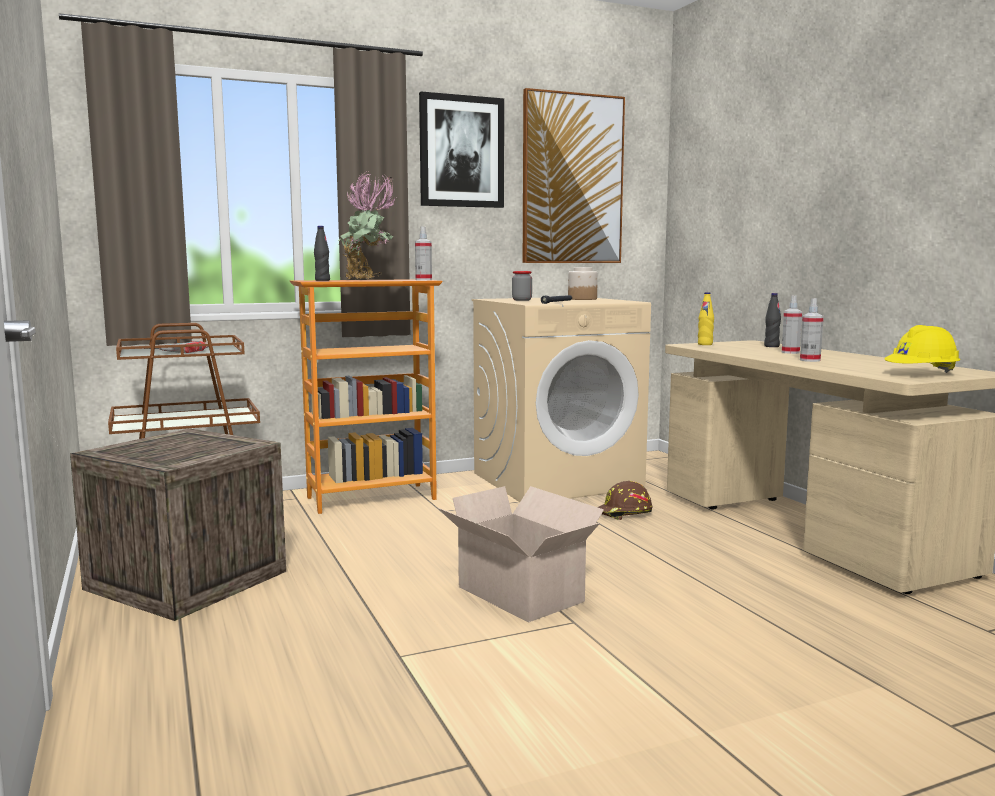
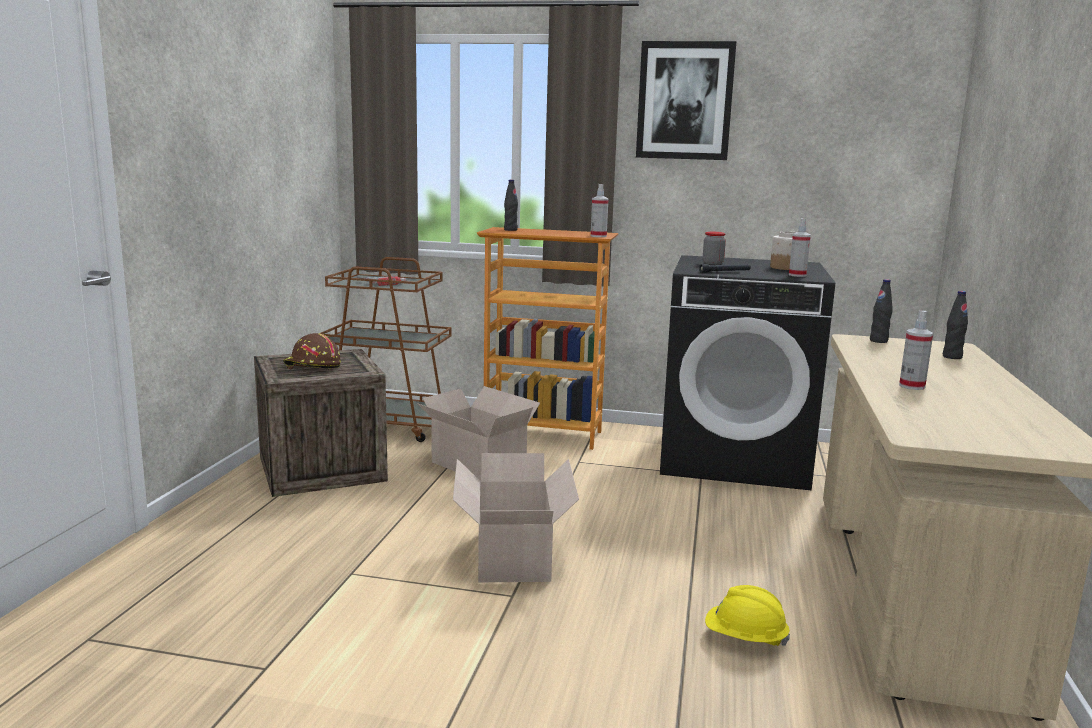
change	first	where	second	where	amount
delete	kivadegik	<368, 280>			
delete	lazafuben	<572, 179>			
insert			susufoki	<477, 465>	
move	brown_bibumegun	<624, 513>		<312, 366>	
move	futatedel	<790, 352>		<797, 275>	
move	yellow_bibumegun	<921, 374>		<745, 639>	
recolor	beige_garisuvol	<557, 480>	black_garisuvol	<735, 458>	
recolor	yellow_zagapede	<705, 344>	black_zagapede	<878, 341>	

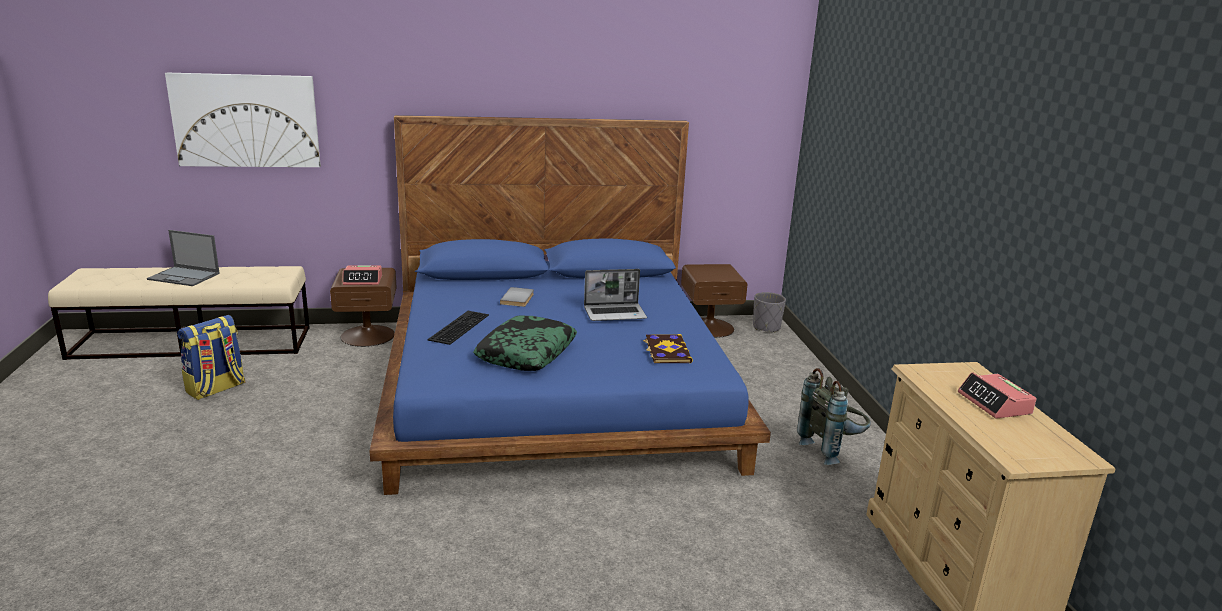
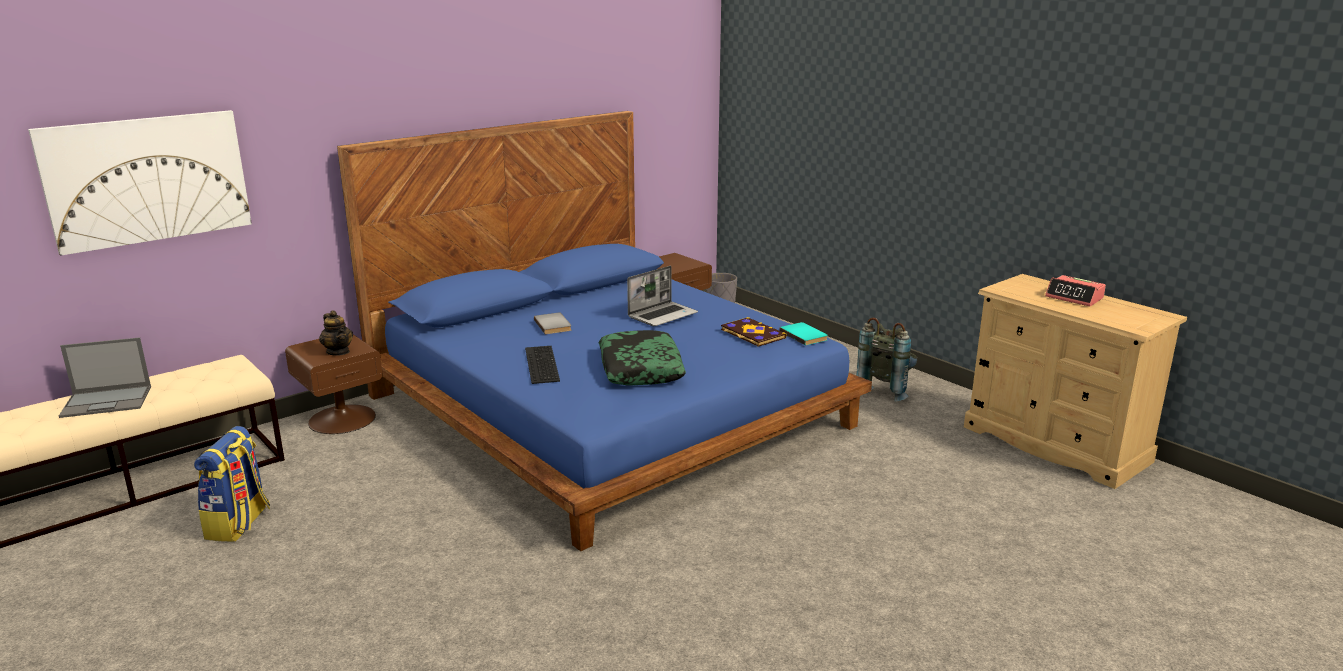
change	first	where	second	where	amount
insert			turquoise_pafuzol	<804, 335>	
replace	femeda	<363, 280>	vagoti	<338, 352>	

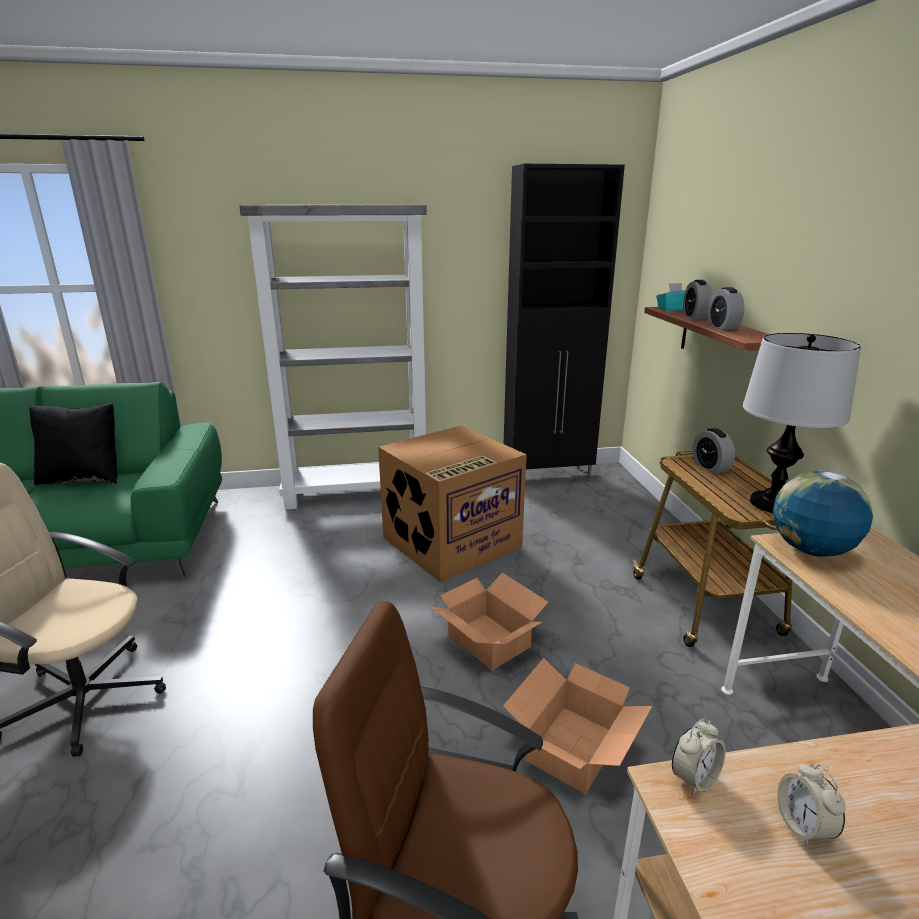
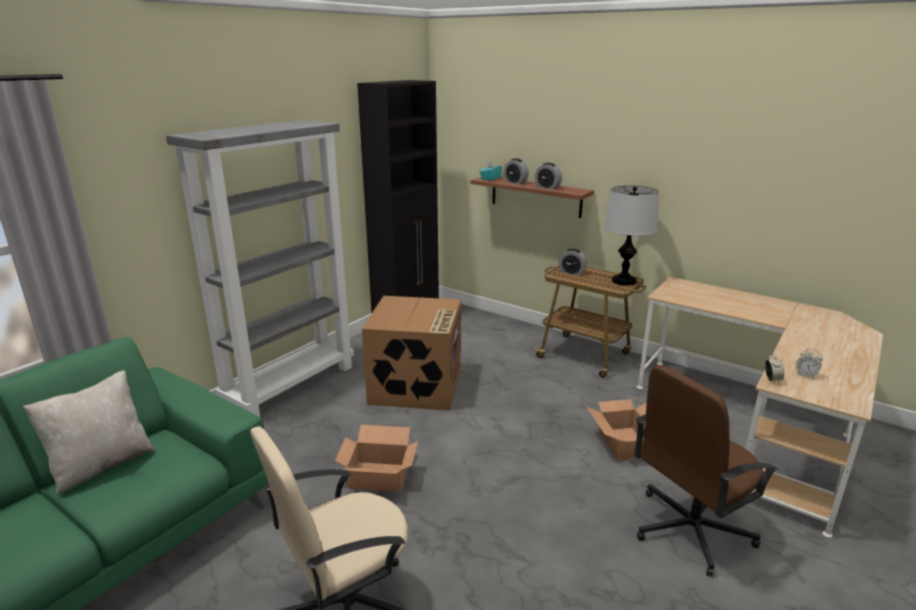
change	first	where	second	where	amount
delete	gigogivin	<811, 550>			
move	susufoki	<488, 641>		<379, 477>	
recolor	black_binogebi	<83, 478>	beige_binogebi	<102, 465>	

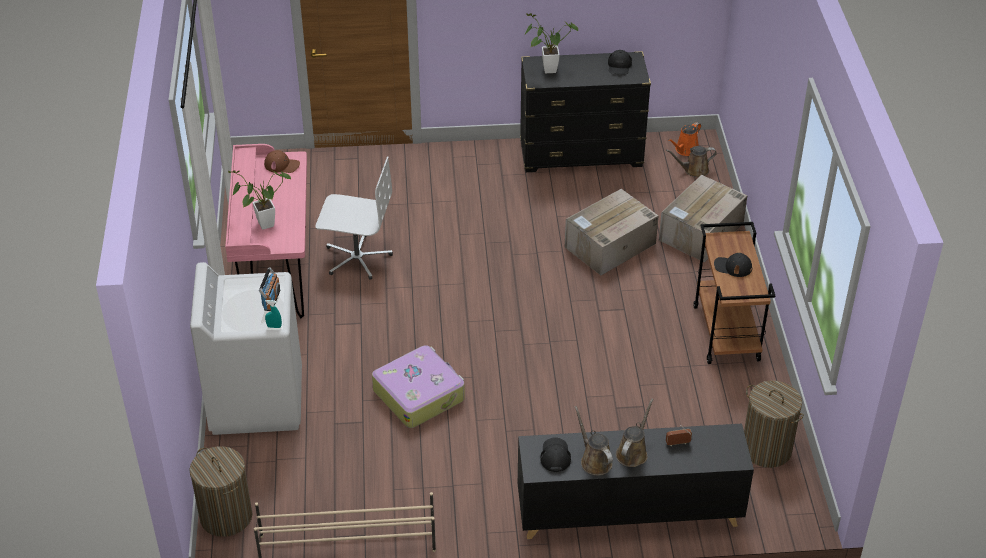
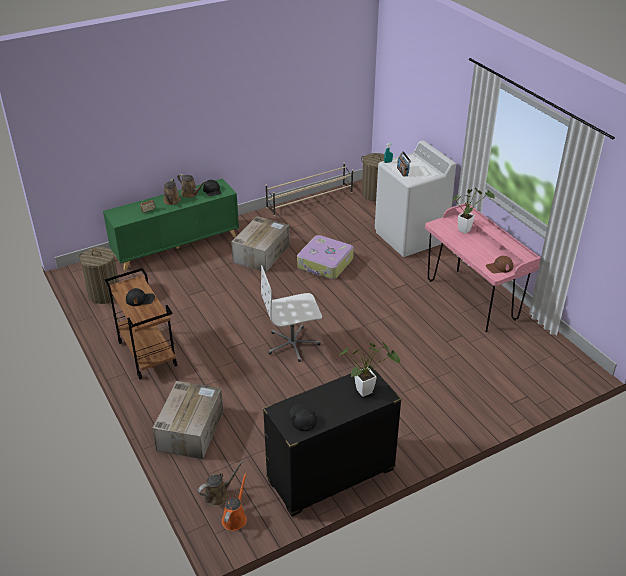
change	first	where	second	where	amount
move	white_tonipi	<357, 258>		<293, 344>	
move	susufoki	<609, 246>		<261, 253>	
recolor	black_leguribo	<628, 512>	green_leguribo	<176, 245>	

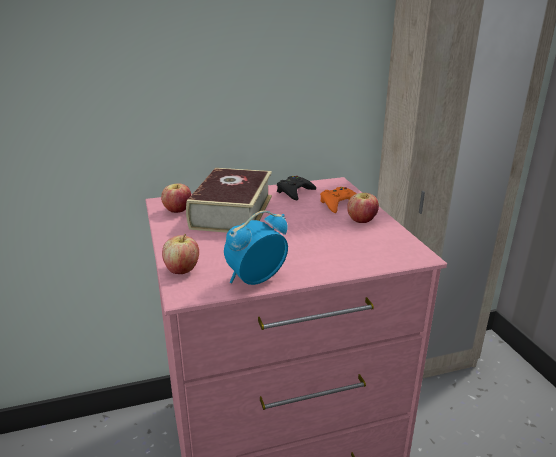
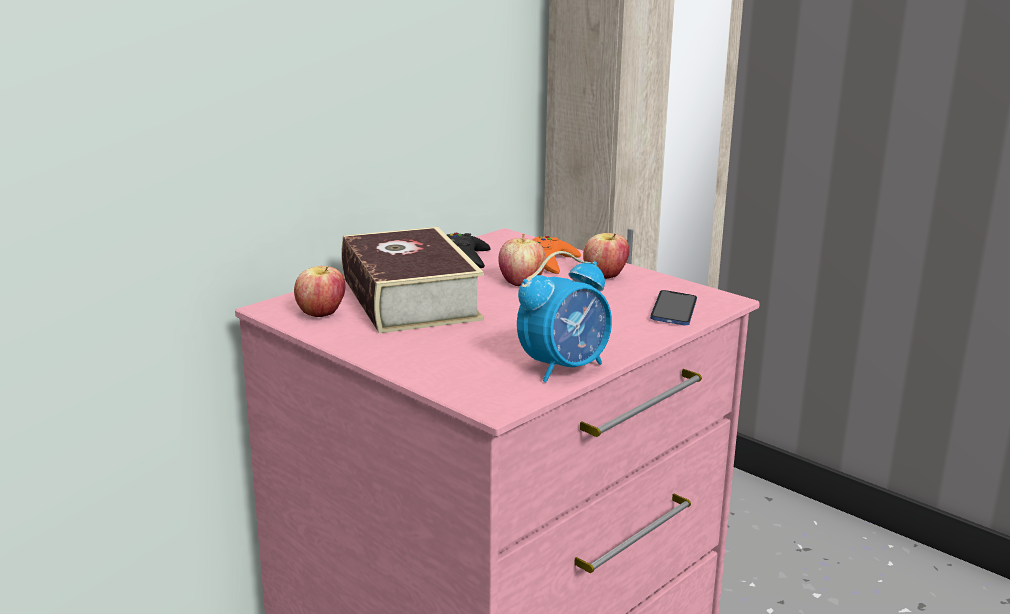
change	first	where	second	where	amount
insert			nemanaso	<674, 310>	
move	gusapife	<182, 270>		<521, 283>	
rotate	femeda	<255, 279>		<565, 368>	150 degrees counterclockwise

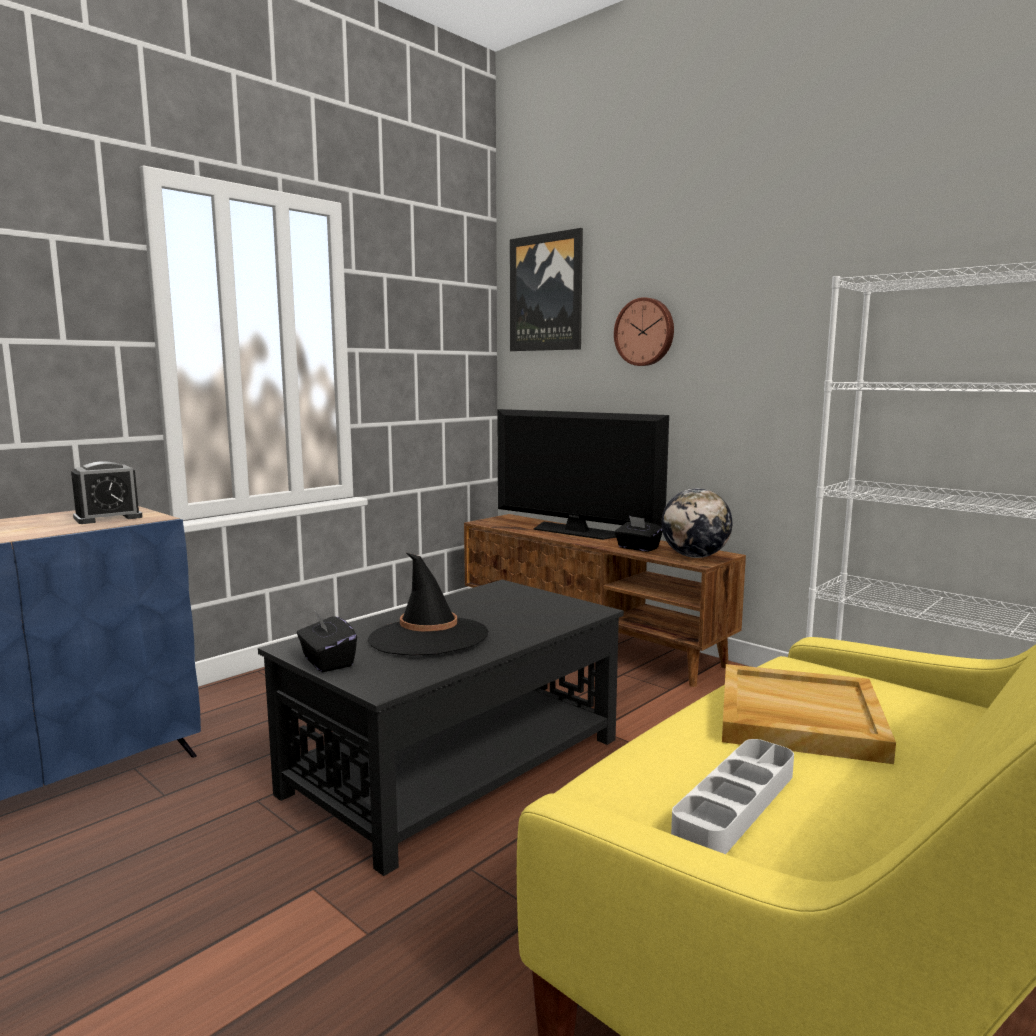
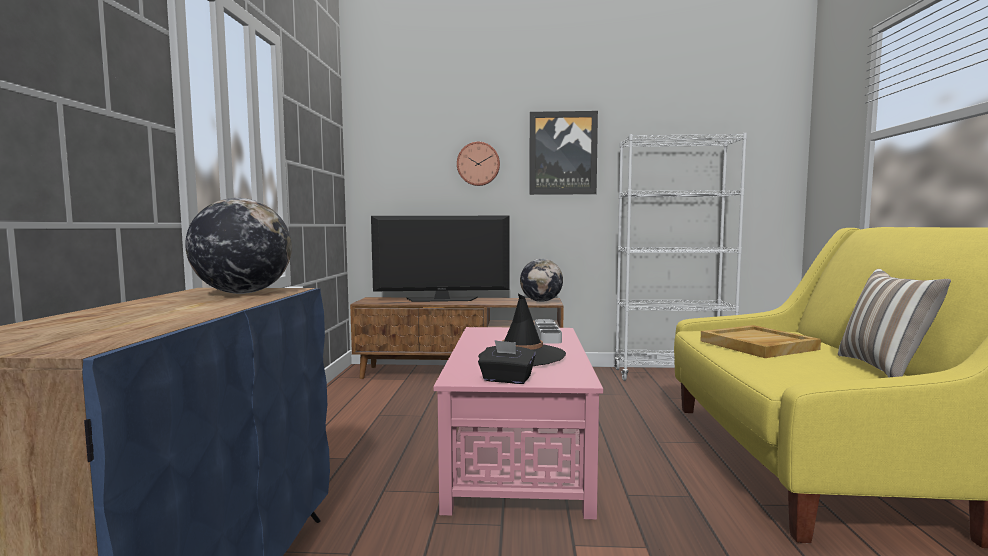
change	first	where	second	where	amount
delete	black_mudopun	<637, 548>			
insert			binogebi	<885, 369>	
move	lazafuben	<546, 293>		<563, 153>	
move	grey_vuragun	<735, 803>		<547, 335>	
replace	femeda	<108, 518>	gigogivin	<242, 293>	
recolor	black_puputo	<454, 766>	pink_puputo	<517, 455>	

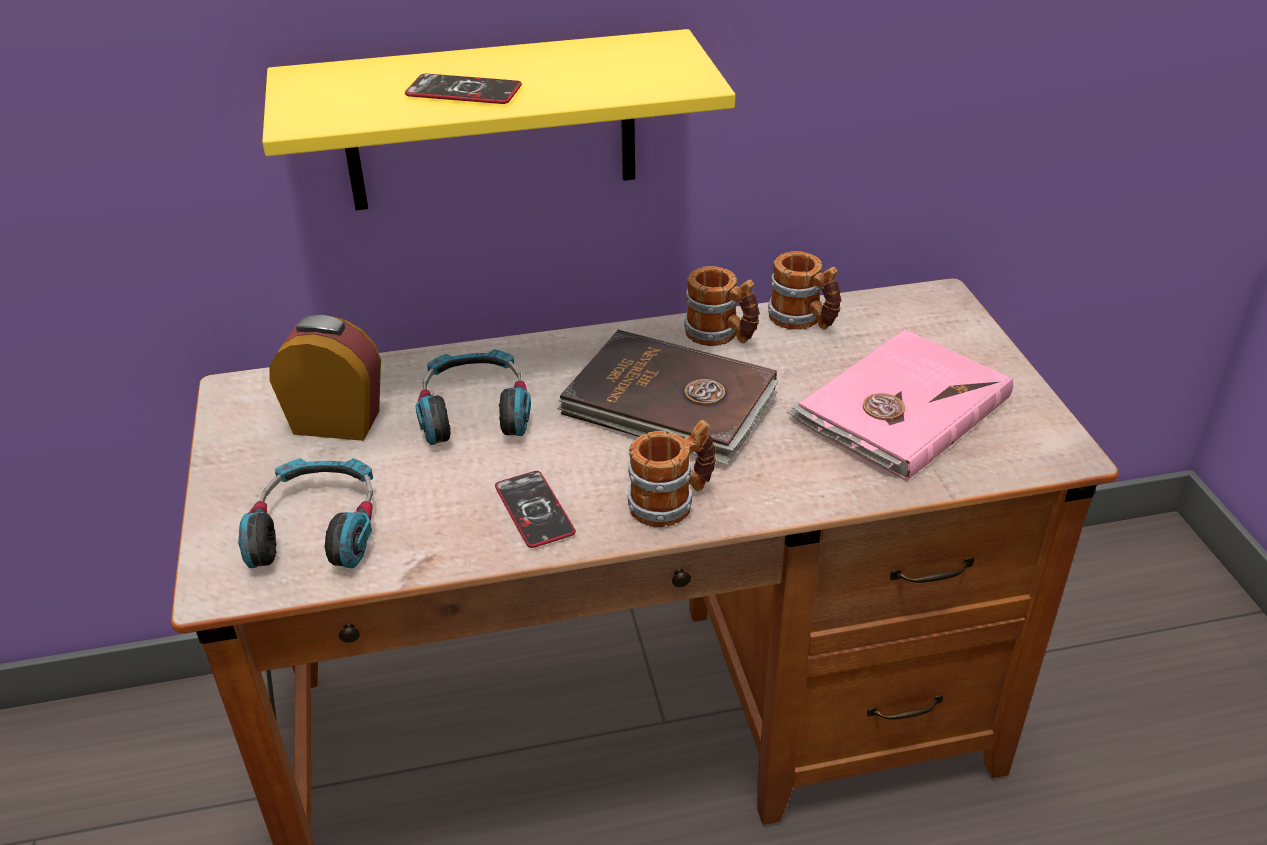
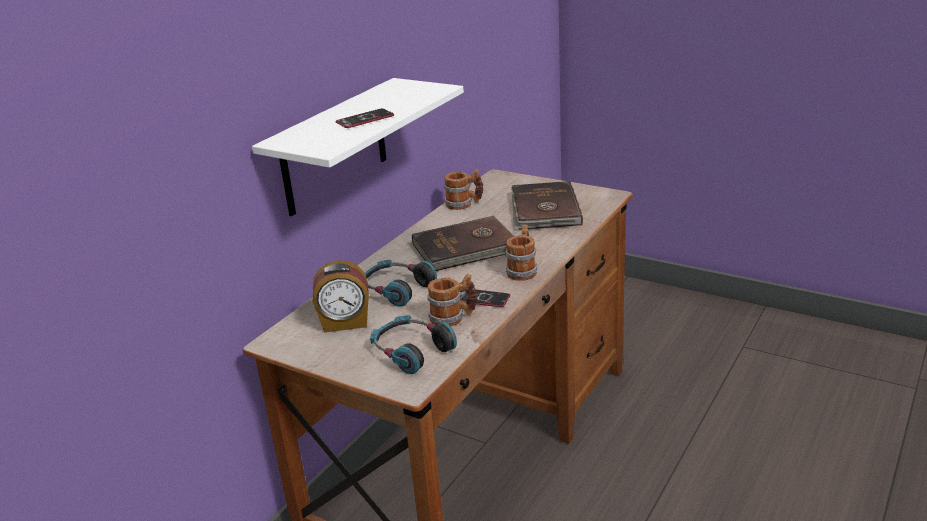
change	first	where	second	where	amount
move	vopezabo	<721, 336>		<453, 317>	
recolor	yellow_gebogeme	<491, 122>	white_gebogeme	<334, 148>	
recolor	pink_pafuzol	<899, 409>	brown_pafuzol	<544, 210>	
rotate	femeda	<337, 421>		<345, 323>	150 degrees counterclockwise

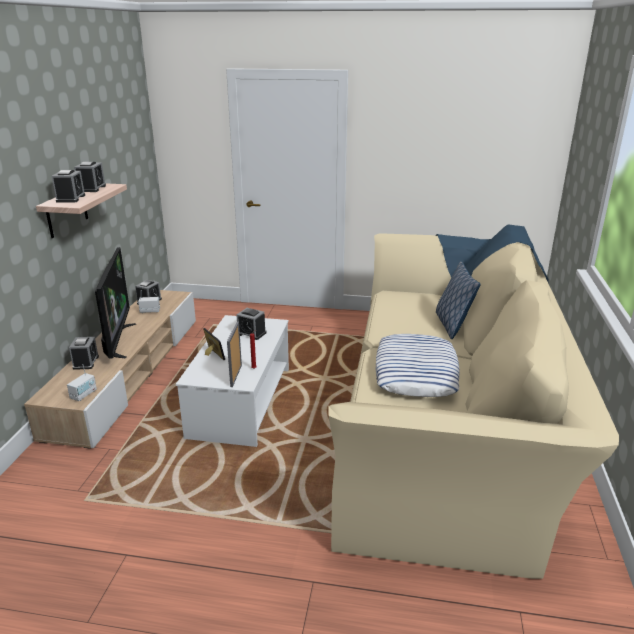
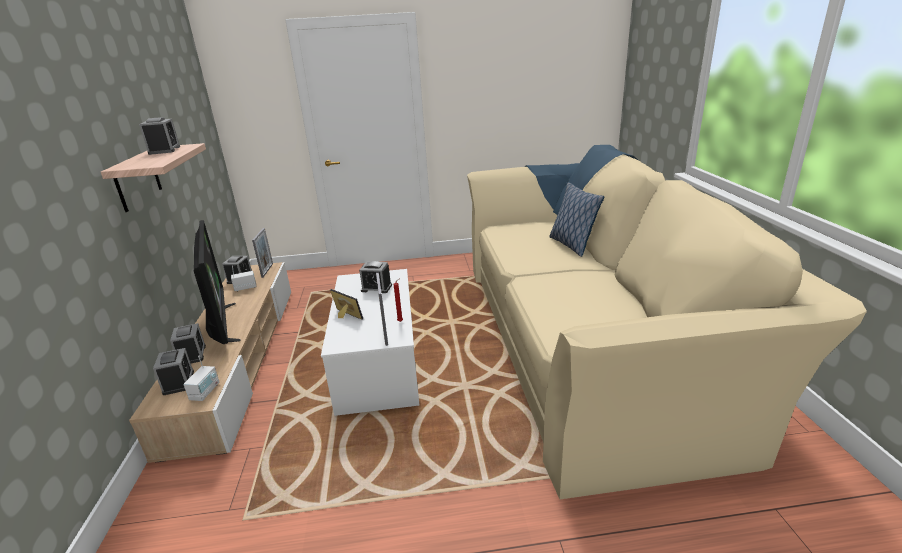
change	first	where	second	where	amount
delete	binogebi	<416, 372>			
insert			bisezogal	<267, 270>	
move	femeda	<71, 198>		<178, 382>	

